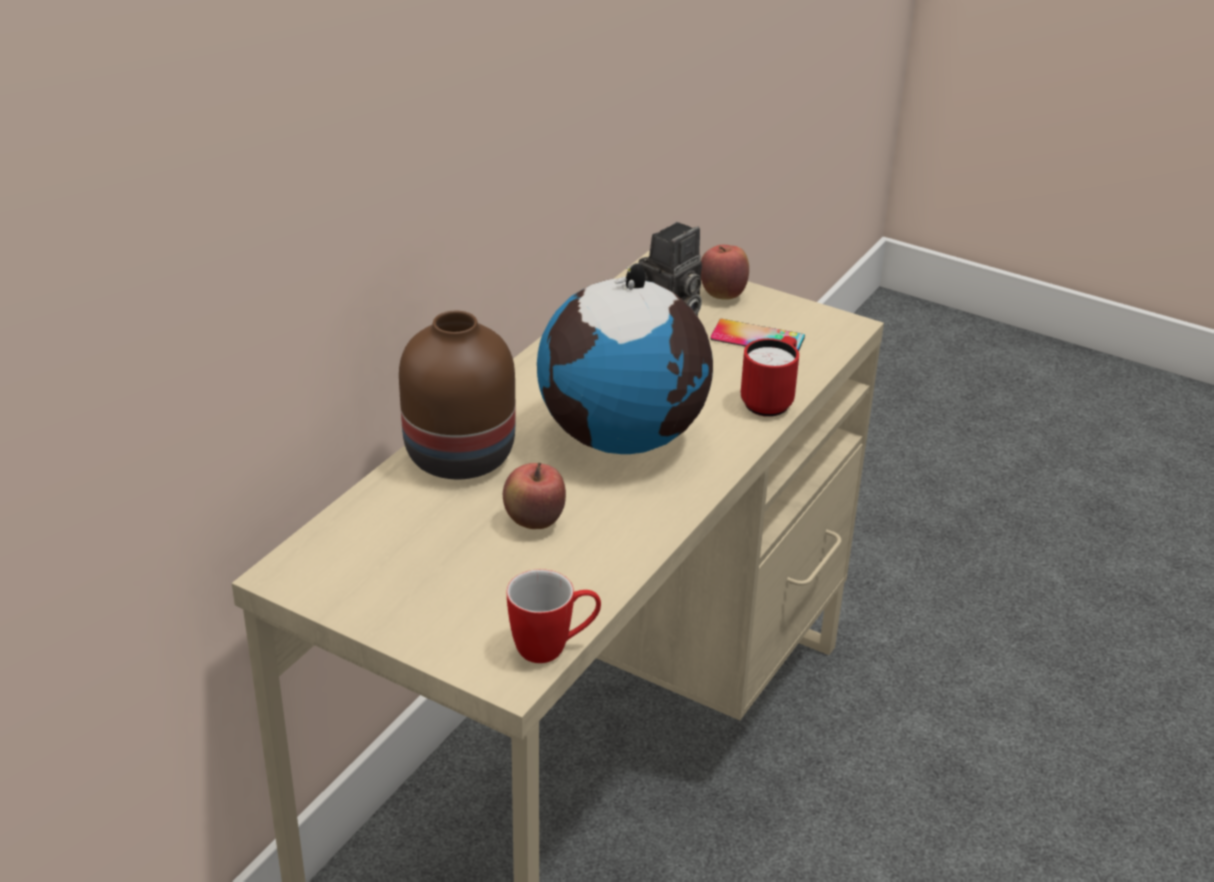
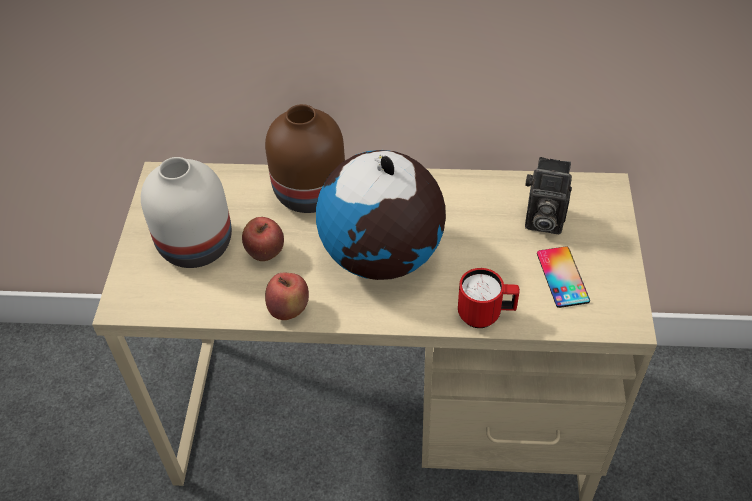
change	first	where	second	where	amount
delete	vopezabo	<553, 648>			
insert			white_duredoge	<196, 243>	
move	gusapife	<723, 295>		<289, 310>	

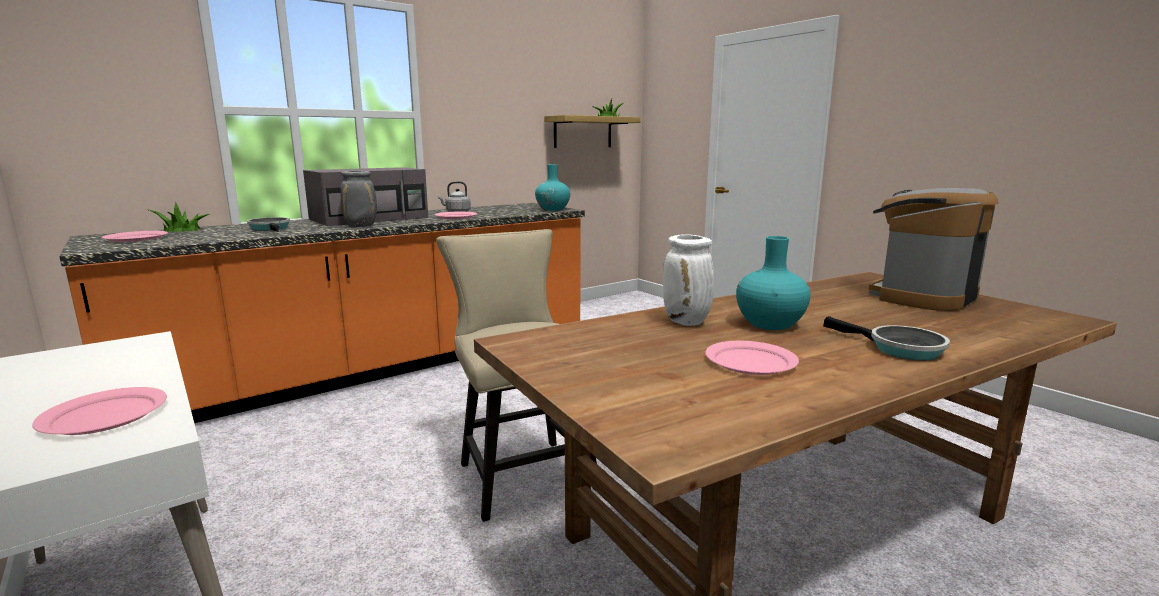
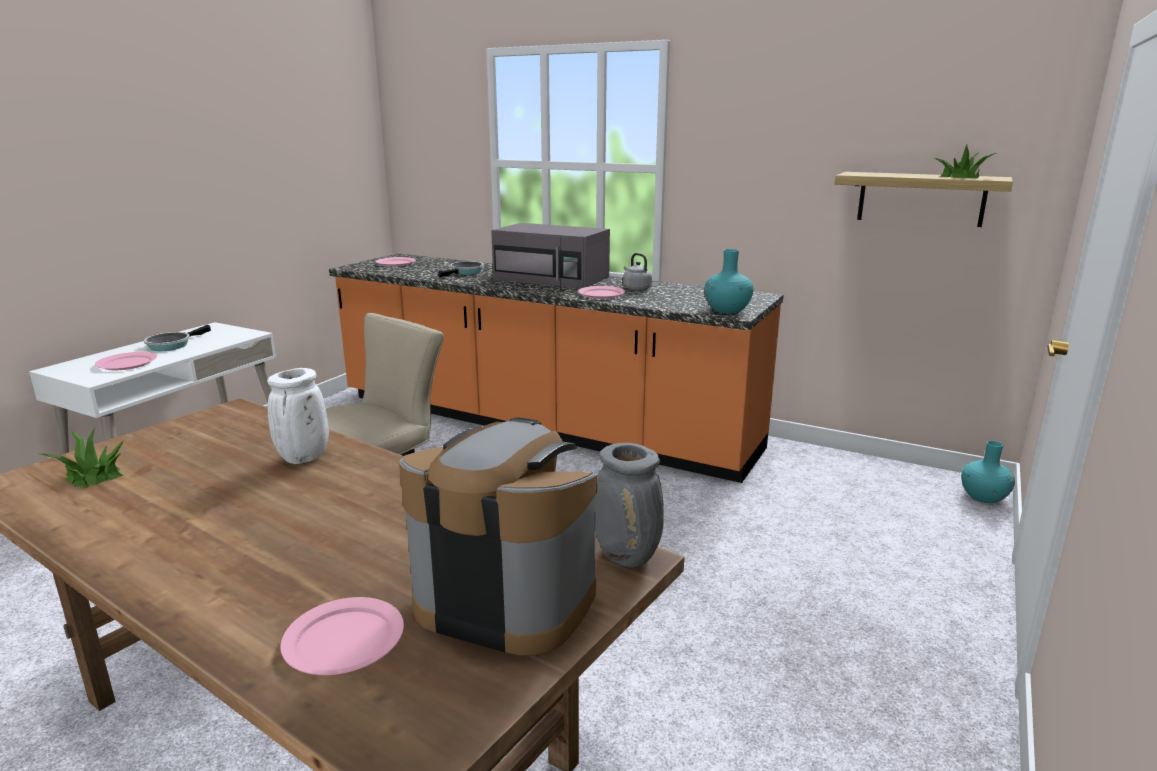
change	first	where	second	where	amount
move	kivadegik	<182, 229>		<94, 475>	
move	grey_duredoge	<361, 226>		<628, 557>	
move	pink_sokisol	<751, 361>		<344, 640>	
move	turquoise_duredoge	<769, 324>		<983, 497>	
move	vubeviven	<899, 348>		<172, 345>	

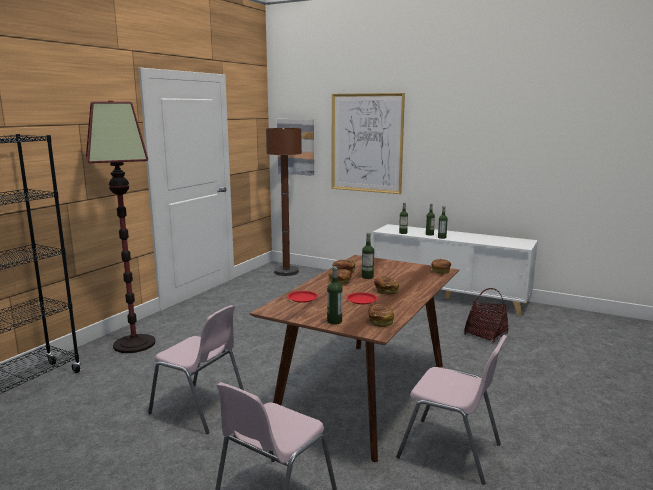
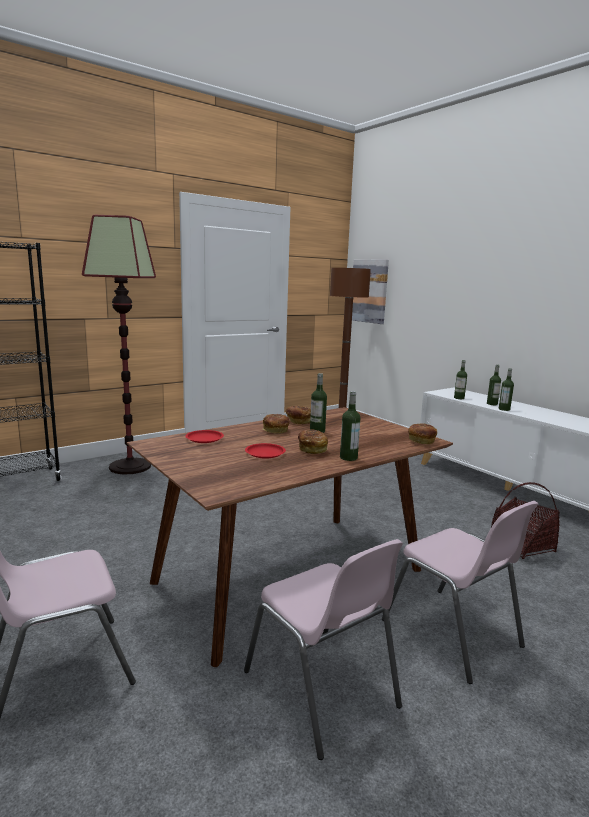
change	first	where	second	where	amount
delete	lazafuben	<366, 143>			
delete	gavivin	<380, 322>			
move	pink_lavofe	<200, 409>		<453, 634>	
move	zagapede	<334, 321>		<348, 458>	

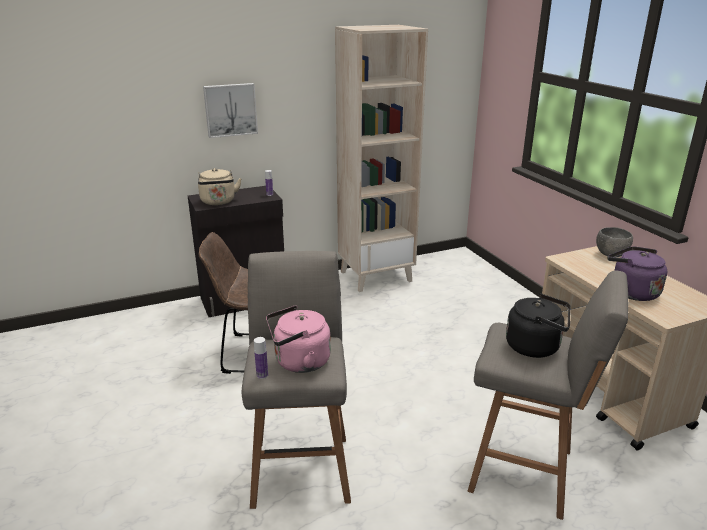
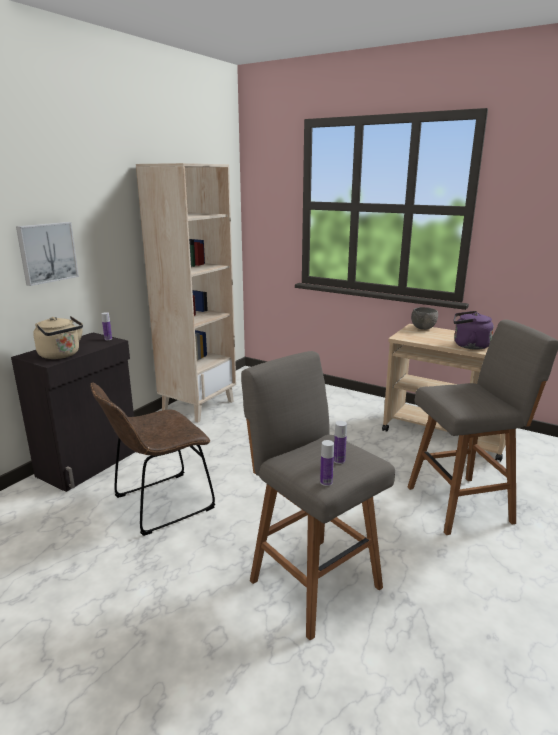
change	first	where	second	where	amount
delete	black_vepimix	<536, 347>			
replace	pink_vepimix	<299, 362>	zagapede	<339, 460>	

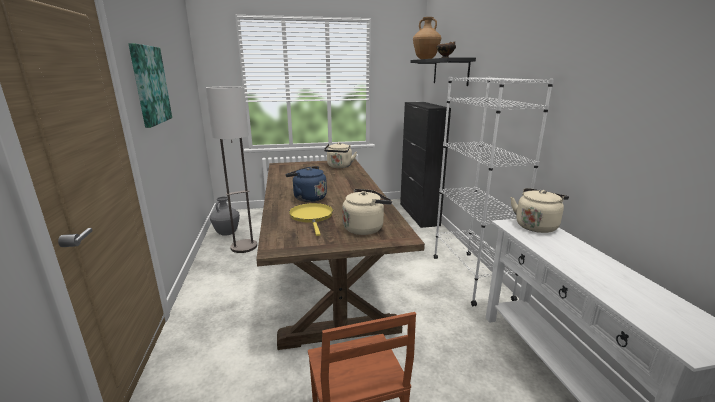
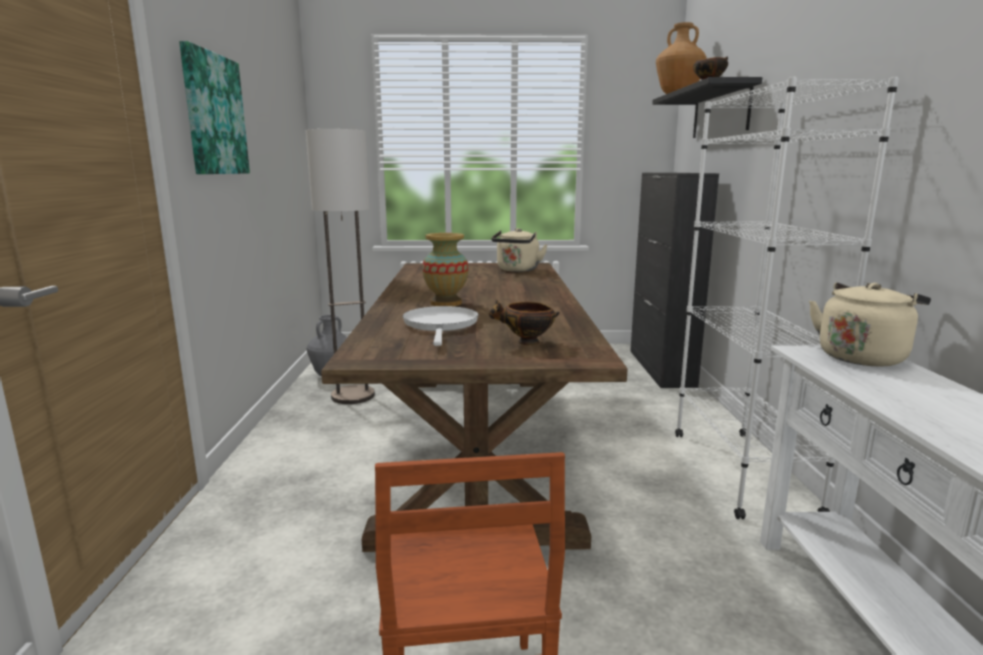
change	first	where	second	where	amount
replace	blue_vepimix	<308, 198>	duredoge	<446, 303>	
replace	beige_vepimix	<365, 228>	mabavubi	<526, 343>	
recolor	yellow_vubeviven	<312, 217>	white_vubeviven	<441, 325>	

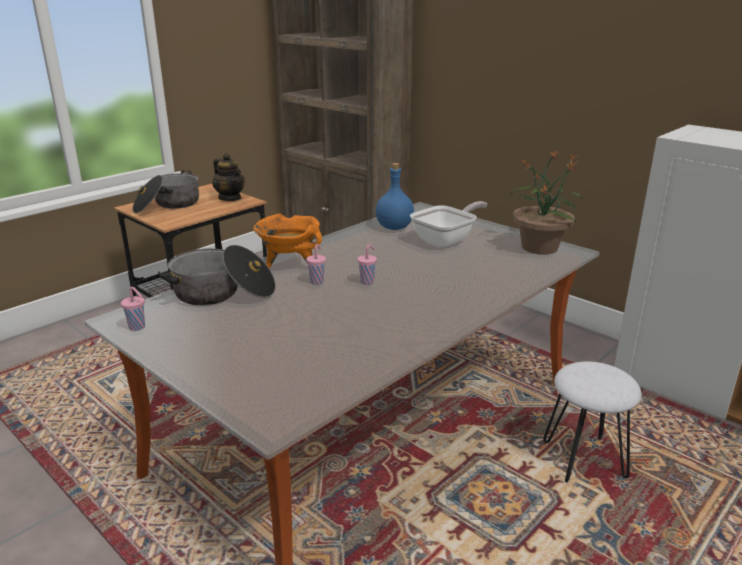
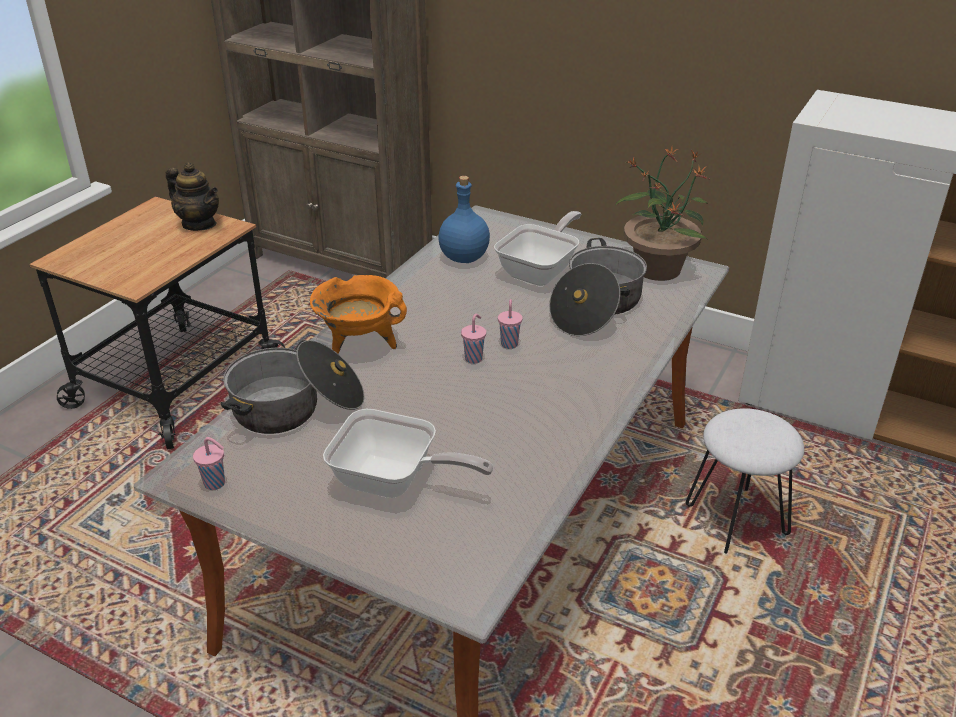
change	first	where	second	where	amount
insert			vubeviven	<394, 482>	
move	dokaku	<168, 205>		<596, 307>	
move	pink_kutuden	<317, 281>		<509, 343>	

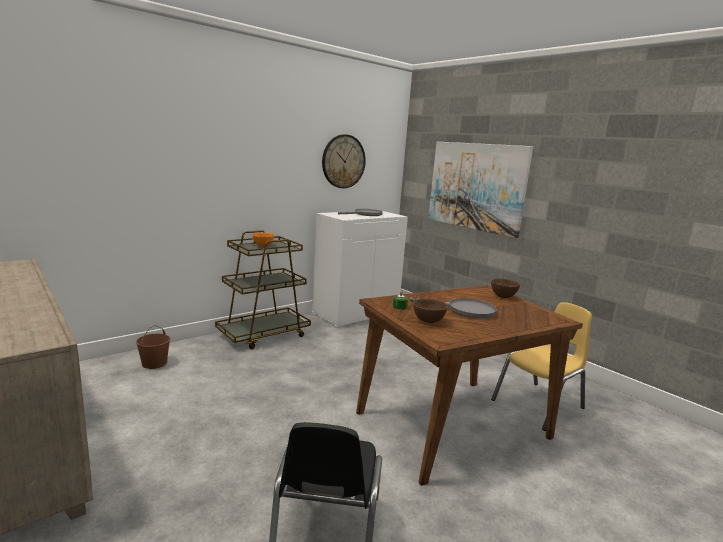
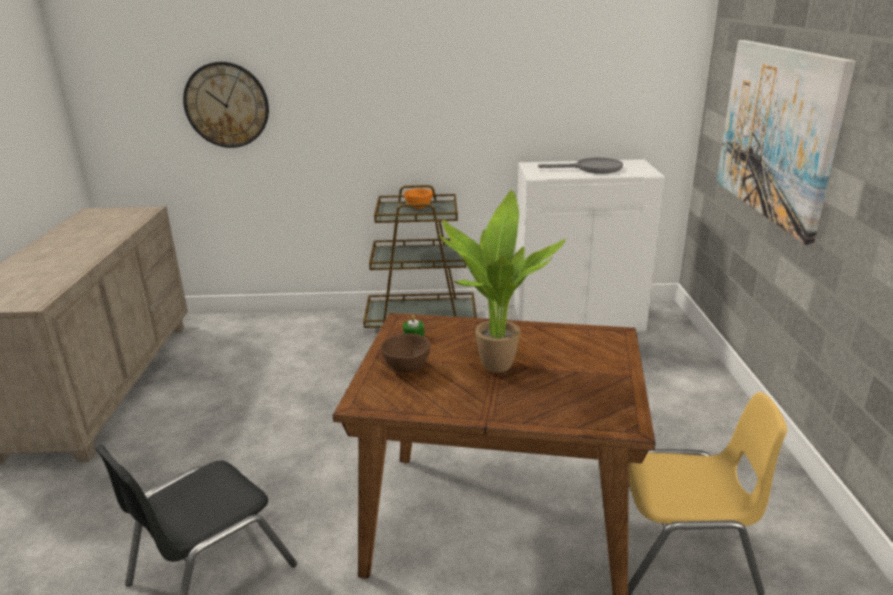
change	first	where	second	where	amount
delete	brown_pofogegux	<154, 363>			
delete	brown_mabavubi	<503, 297>			
move	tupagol	<343, 161>		<227, 105>	
replace	grey_vubeviven	<464, 310>	kivadegik	<492, 365>	

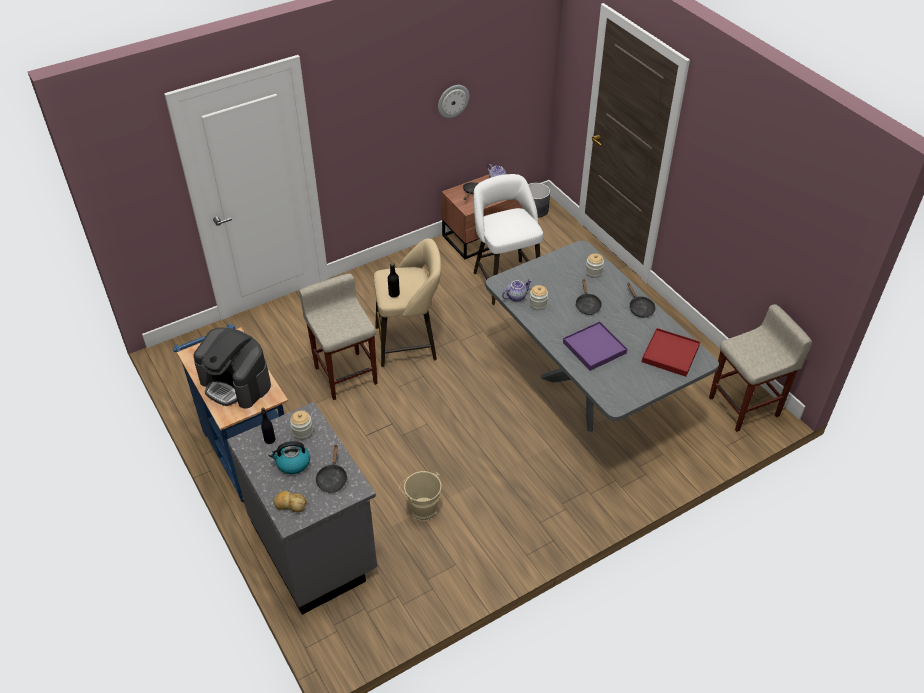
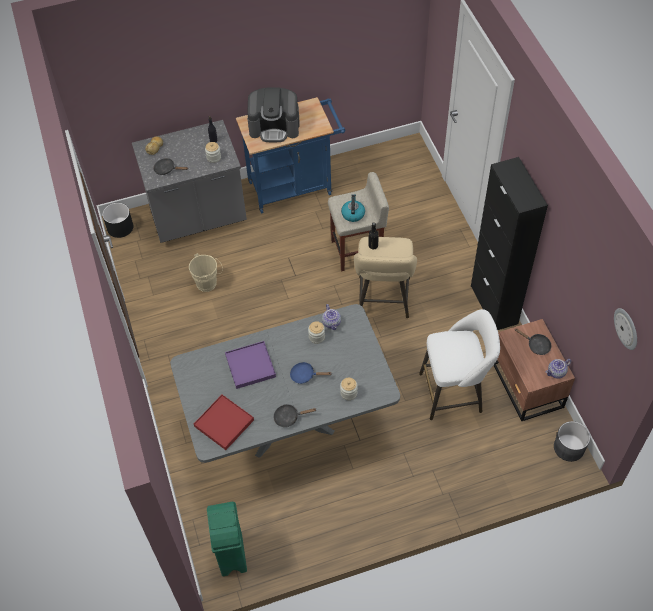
change	first	where	second	where	amount
insert			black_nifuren	<120, 227>	
insert			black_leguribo	<494, 304>	
move	vepimix	<292, 463>		<353, 214>	
move	tupagol	<453, 101>		<626, 328>	
replace	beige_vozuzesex	<745, 406>	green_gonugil	<231, 555>	
recolor	black_vubeviven	<587, 305>	blue_vubeviven	<305, 375>	
rotate	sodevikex	<236, 383>		<274, 127>	135 degrees counterclockwise

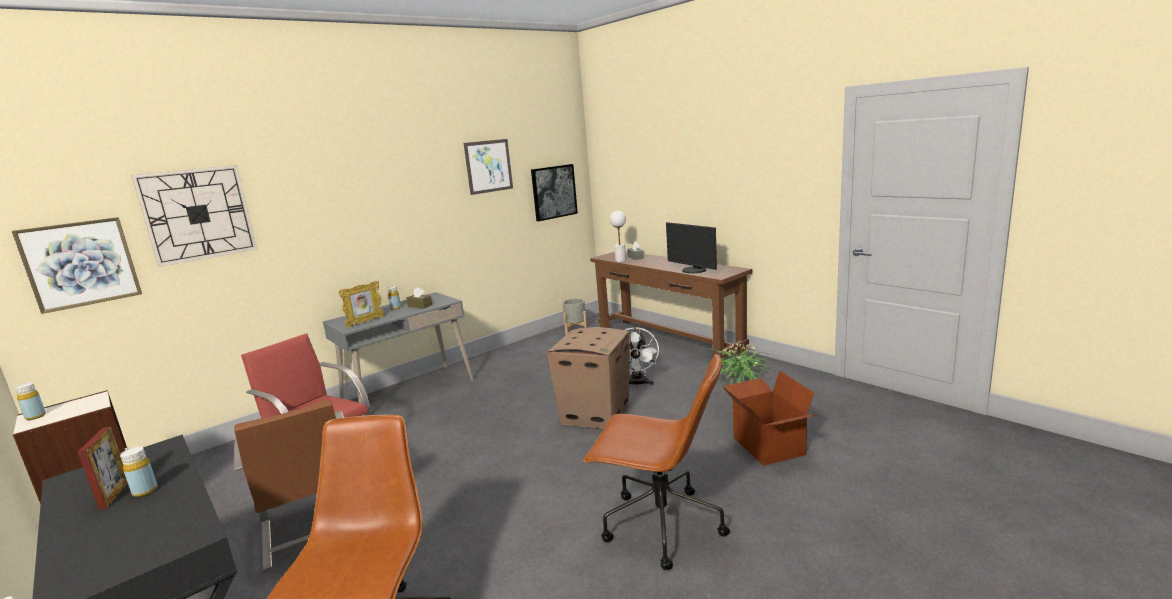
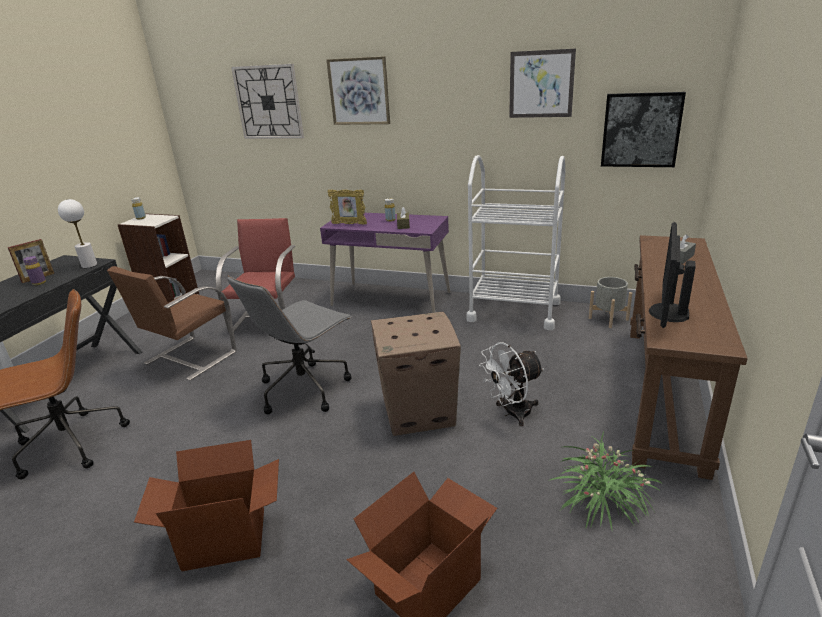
change	first	where	second	where	amount
insert			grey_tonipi	<305, 388>	
insert			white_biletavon	<514, 311>	
move	lazafuben	<80, 264>		<359, 91>	
move	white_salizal	<620, 260>		<89, 265>	
replace	brown_tonipi	<660, 526>	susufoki	<225, 537>	
recolor	yellow_zagapede	<145, 491>	purple_zagapede	<39, 283>	
recolor	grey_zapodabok	<409, 392>	purple_zapodabok	<391, 299>	

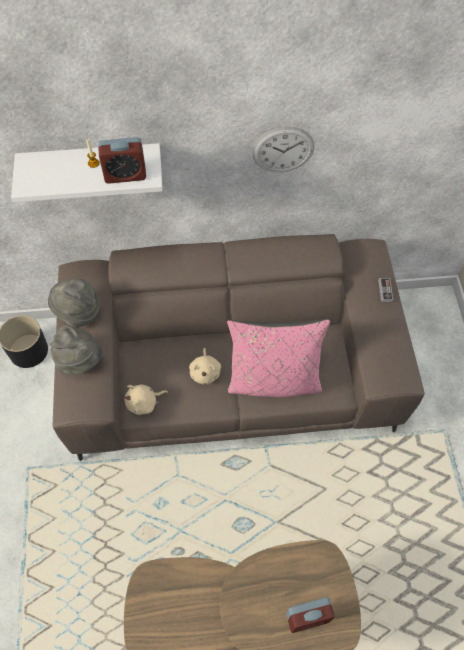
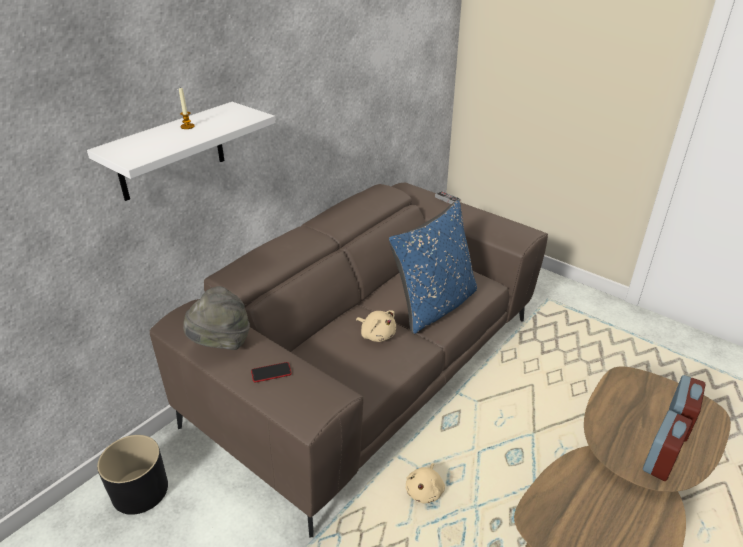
change	first	where	second	where	amount
delete	tupagol	<283, 150>			
move	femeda	<125, 175>		<660, 461>	
move	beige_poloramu	<144, 403>		<425, 490>	
replace	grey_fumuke	<80, 360>	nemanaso	<271, 373>	
recolor	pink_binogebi	<274, 380>	blue_binogebi	<435, 306>	

